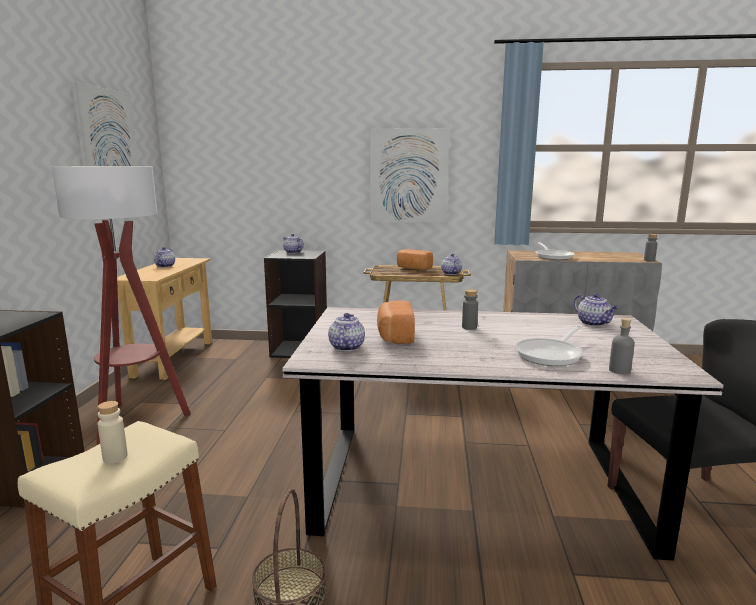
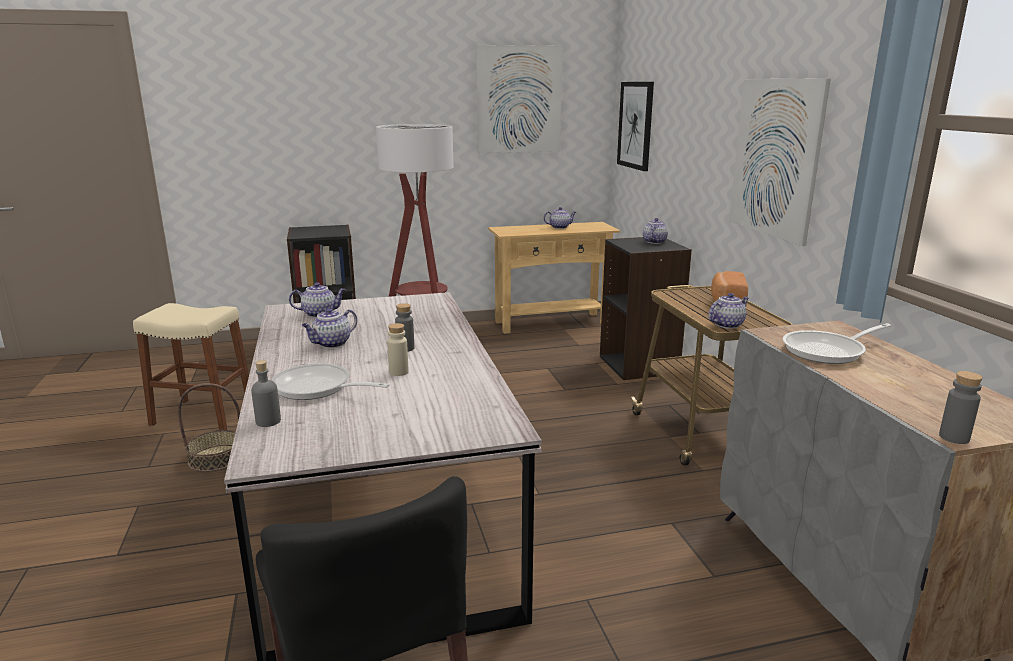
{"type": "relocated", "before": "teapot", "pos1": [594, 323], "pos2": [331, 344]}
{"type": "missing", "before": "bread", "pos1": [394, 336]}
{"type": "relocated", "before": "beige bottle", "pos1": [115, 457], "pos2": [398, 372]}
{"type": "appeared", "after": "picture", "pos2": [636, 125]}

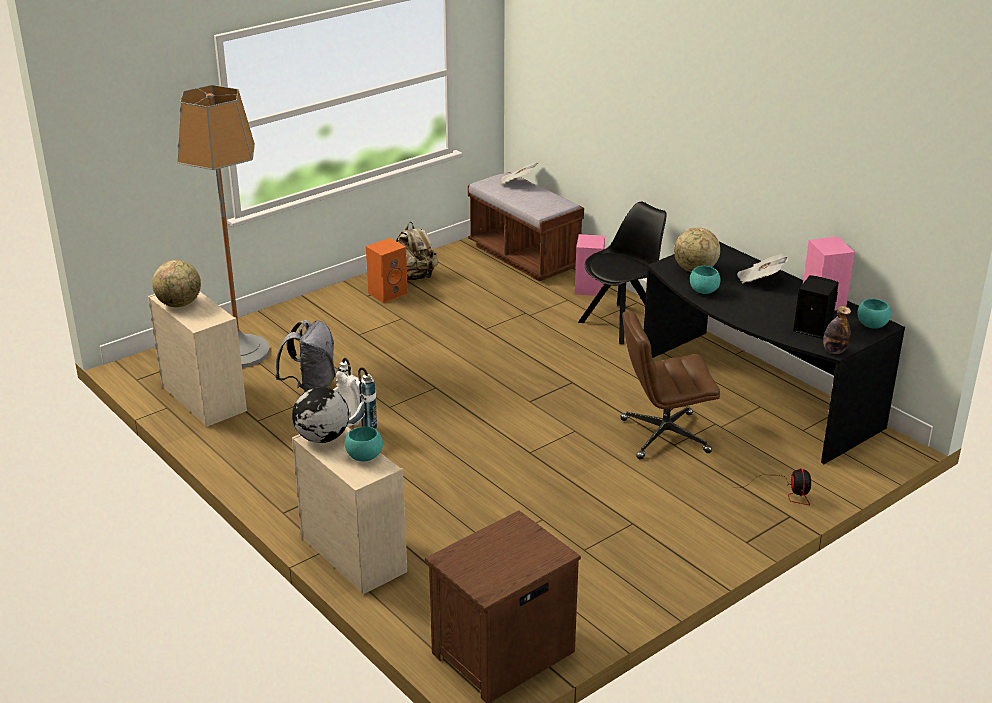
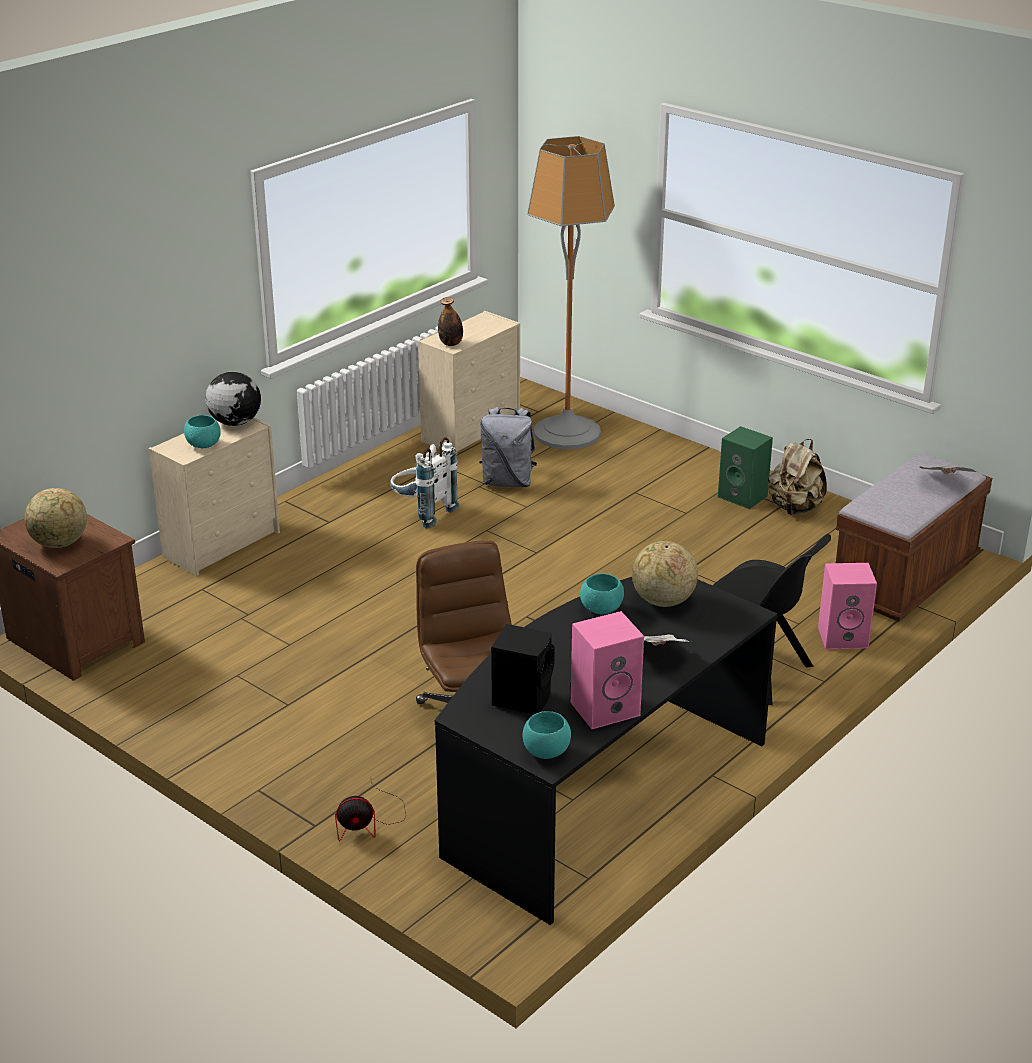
{"type": "colour", "before": "orange speaker", "after": "green speaker", "pos1": [388, 293], "pos2": [744, 496]}
{"type": "relocated", "before": "globe", "pos1": [179, 304], "pos2": [60, 544]}
{"type": "relocated", "before": "bottle", "pos1": [834, 351], "pos2": [451, 344]}

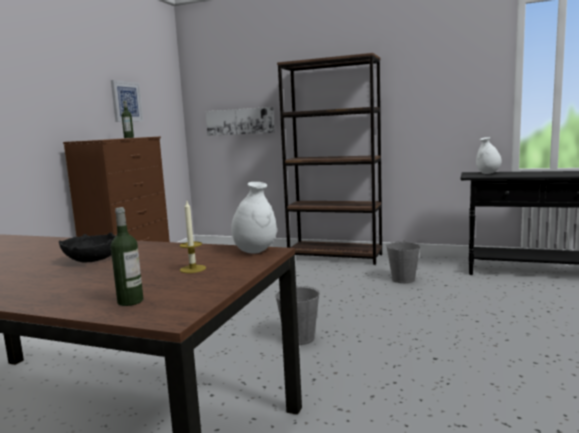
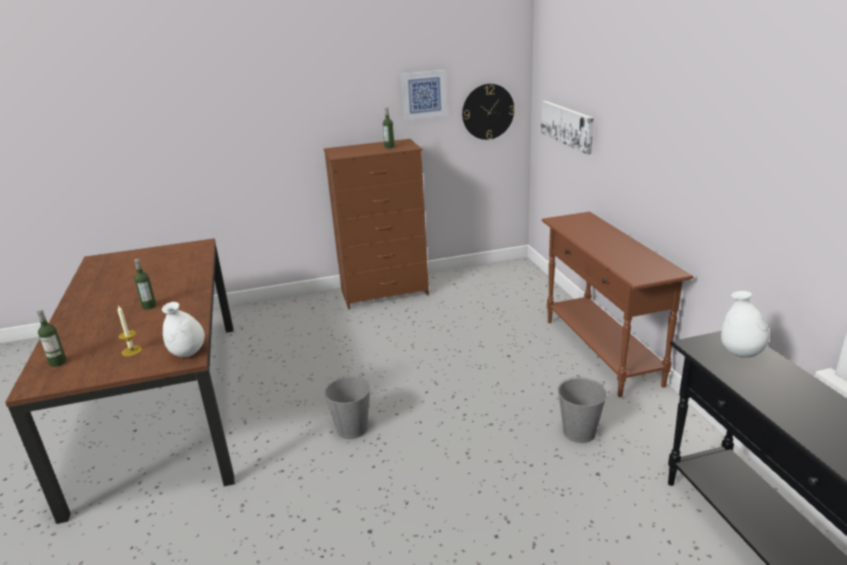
{"type": "exchanged", "before": "brown bookcase", "after": "brown console table", "pos1": [335, 257], "pos2": [601, 352]}
{"type": "exchanged", "before": "black bowl", "after": "bottle", "pos1": [93, 260], "pos2": [149, 306]}
{"type": "appeared", "after": "wall clock", "pos2": [488, 111]}

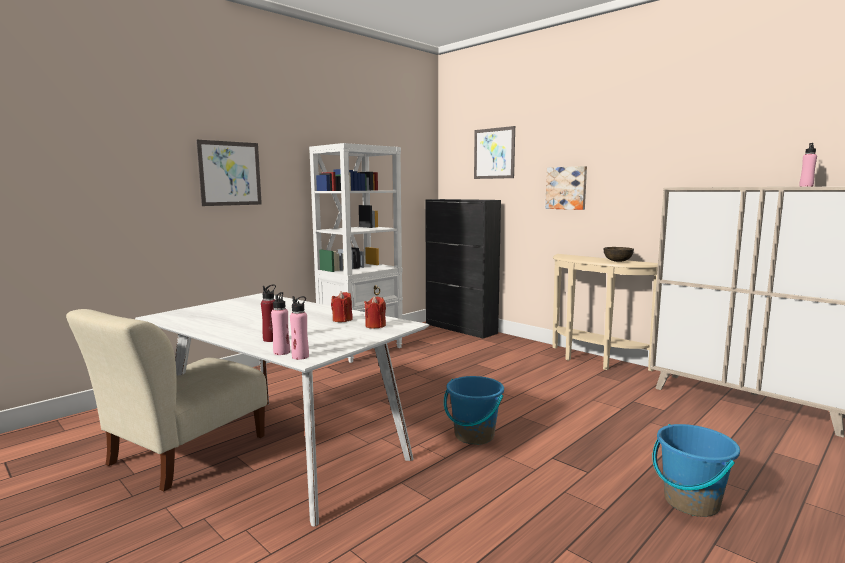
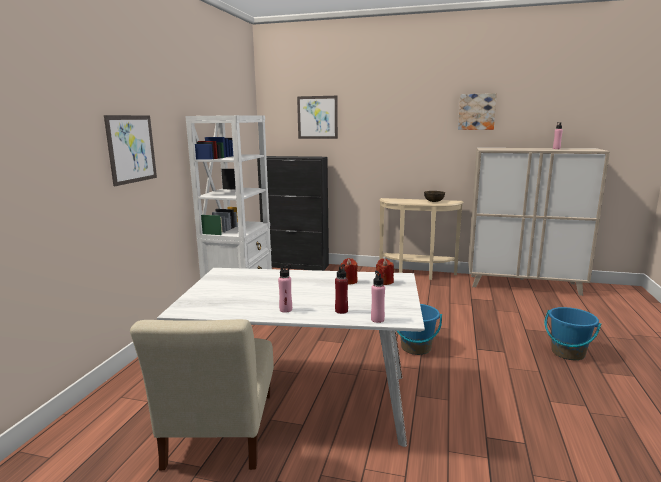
{"type": "relocated", "before": "picture", "pos1": [566, 188], "pos2": [476, 111]}
{"type": "relocated", "before": "pink bottle", "pos1": [300, 357], "pos2": [286, 309]}

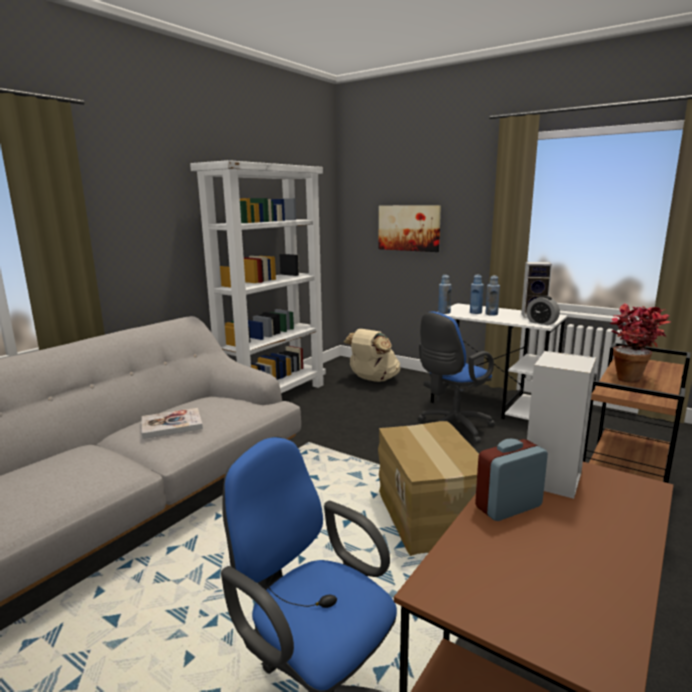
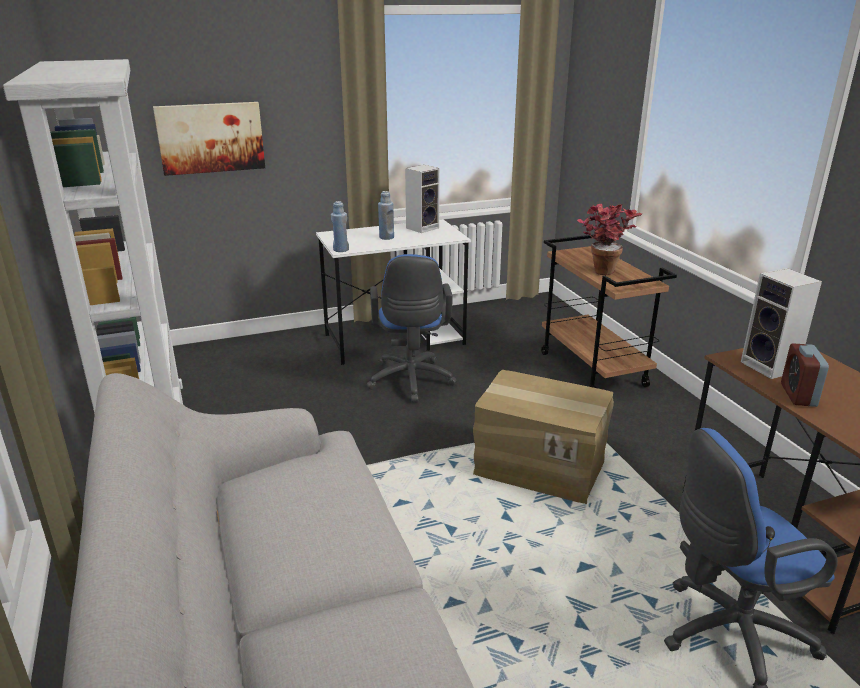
{"type": "missing", "before": "blue bottle", "pos1": [475, 312]}
{"type": "missing", "before": "alarm clock", "pos1": [541, 323]}
{"type": "missing", "before": "beige backpack", "pos1": [373, 379]}
{"type": "missing", "before": "book", "pos1": [172, 425]}

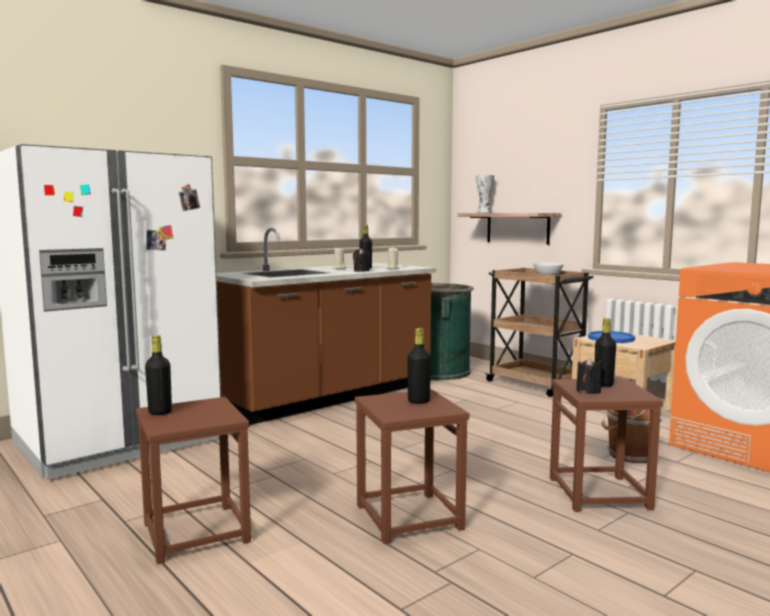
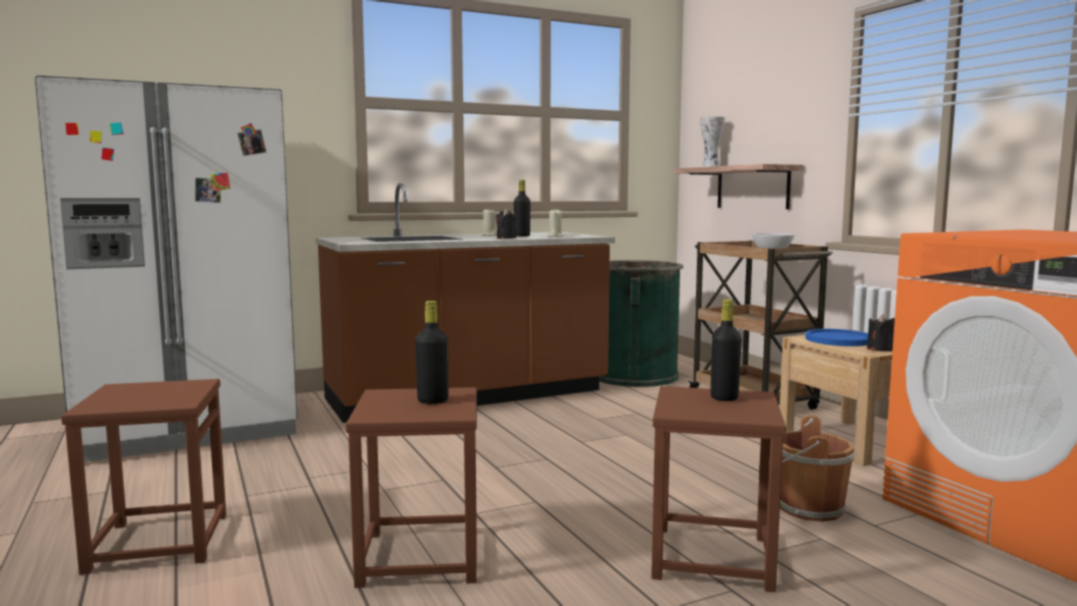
{"type": "missing", "before": "black bottle", "pos1": [160, 412]}
{"type": "relocated", "before": "black candle", "pos1": [588, 391], "pos2": [880, 349]}

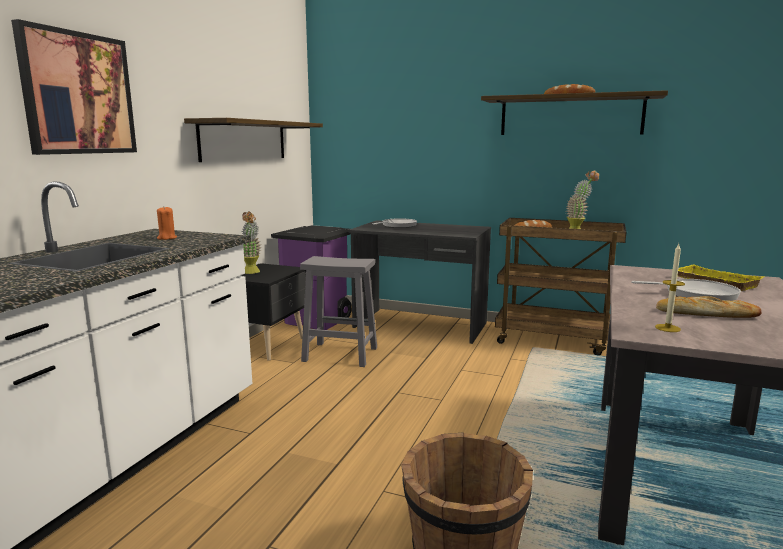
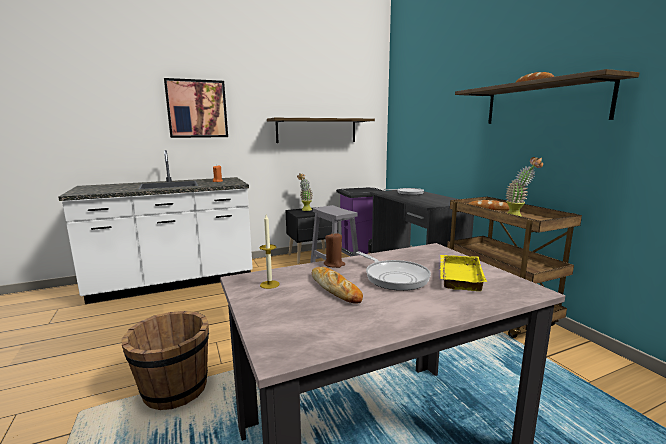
{"type": "appeared", "after": "brown candle", "pos2": [334, 264]}

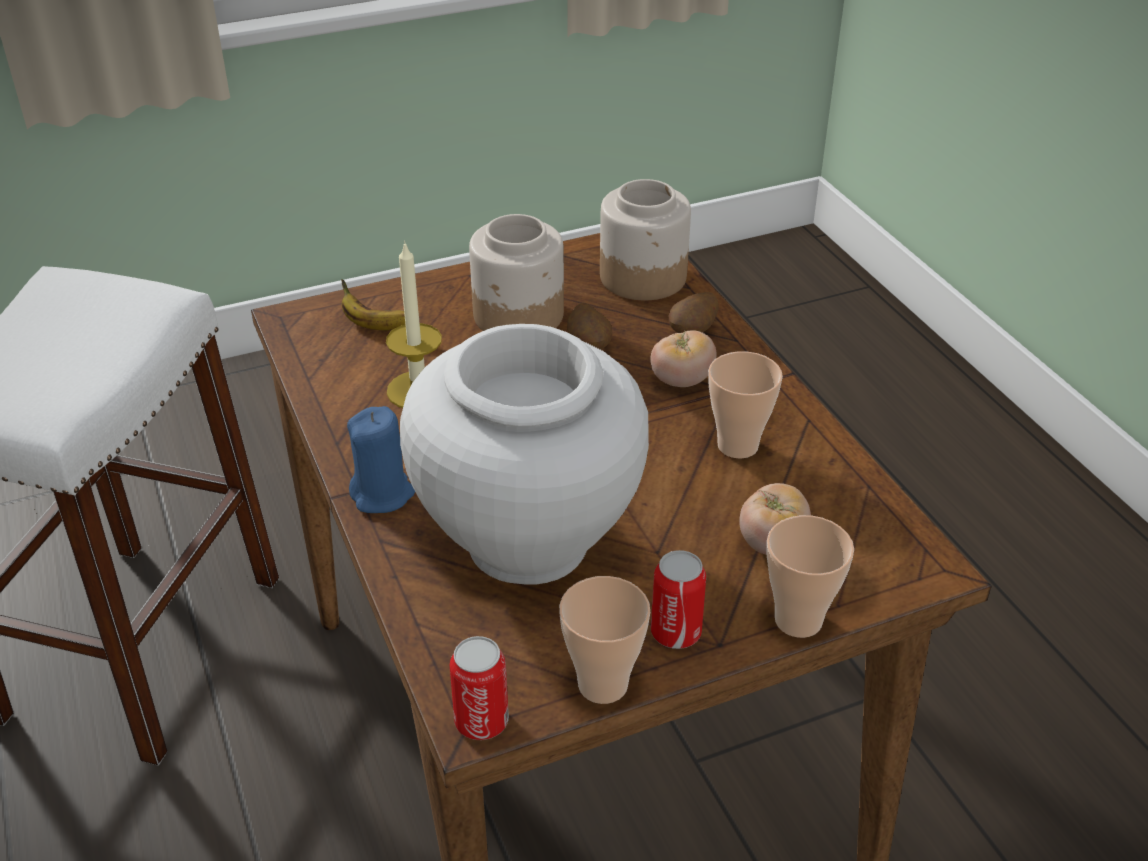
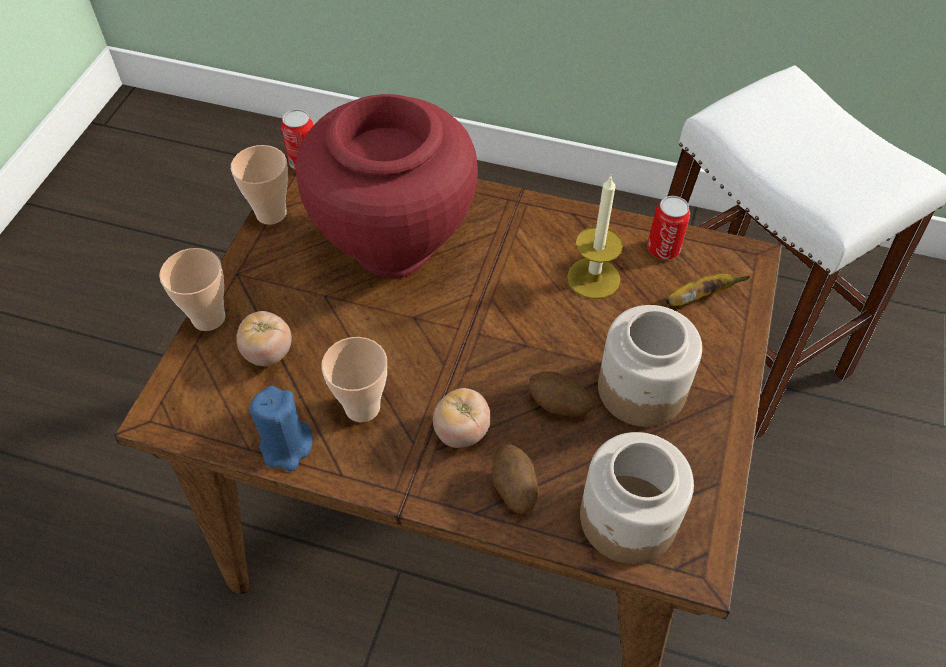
{"type": "colour", "before": "white vase", "after": "red vase", "pos1": [528, 544], "pos2": [394, 245]}
{"type": "relocated", "before": "blue candle", "pos1": [383, 494], "pos2": [286, 446]}
{"type": "relocated", "before": "can", "pos1": [675, 632], "pos2": [663, 249]}

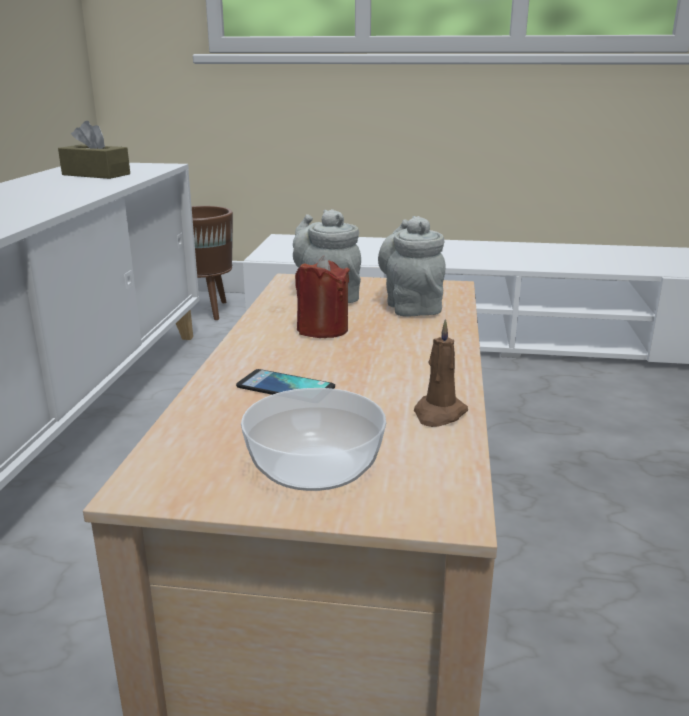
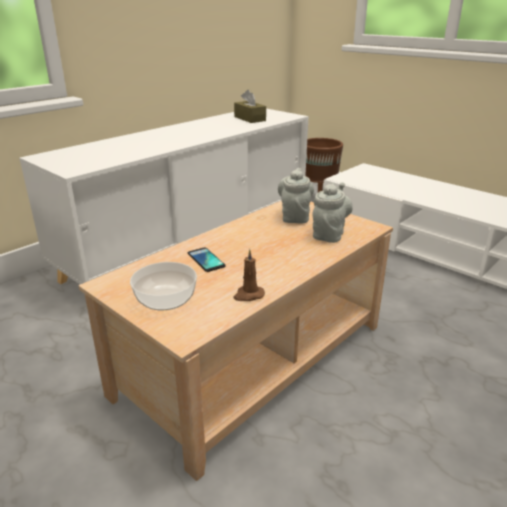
{"type": "missing", "before": "red candle", "pos1": [322, 329]}

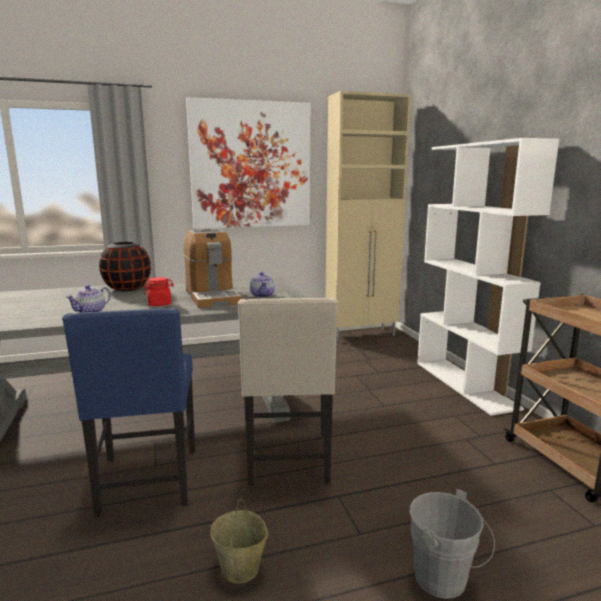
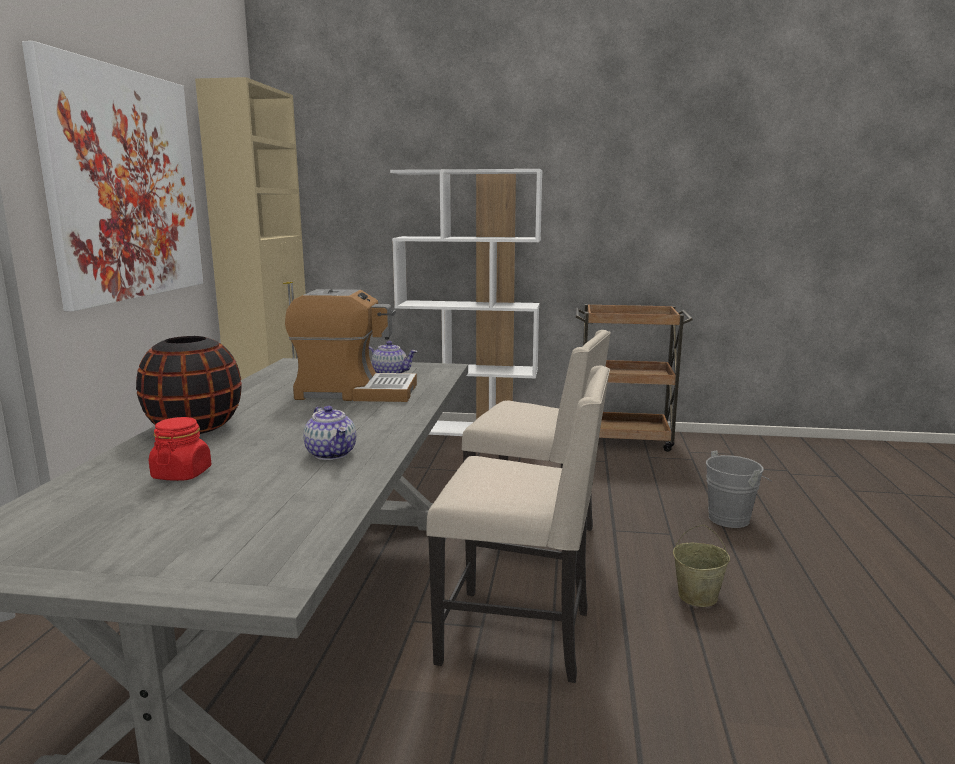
{"type": "relocated", "before": "red jar", "pos1": [160, 304], "pos2": [182, 474]}
{"type": "colour", "before": "blue chair", "after": "beige chair", "pos1": [147, 482], "pos2": [520, 636]}

